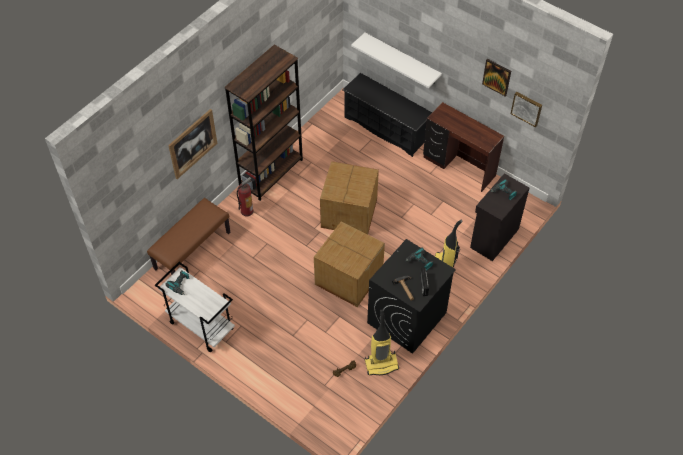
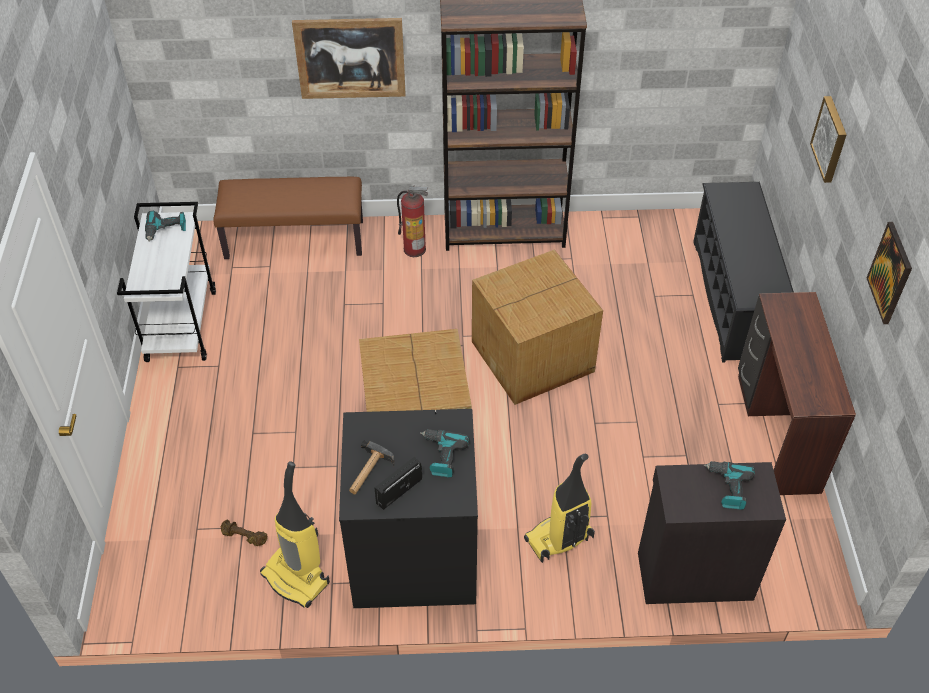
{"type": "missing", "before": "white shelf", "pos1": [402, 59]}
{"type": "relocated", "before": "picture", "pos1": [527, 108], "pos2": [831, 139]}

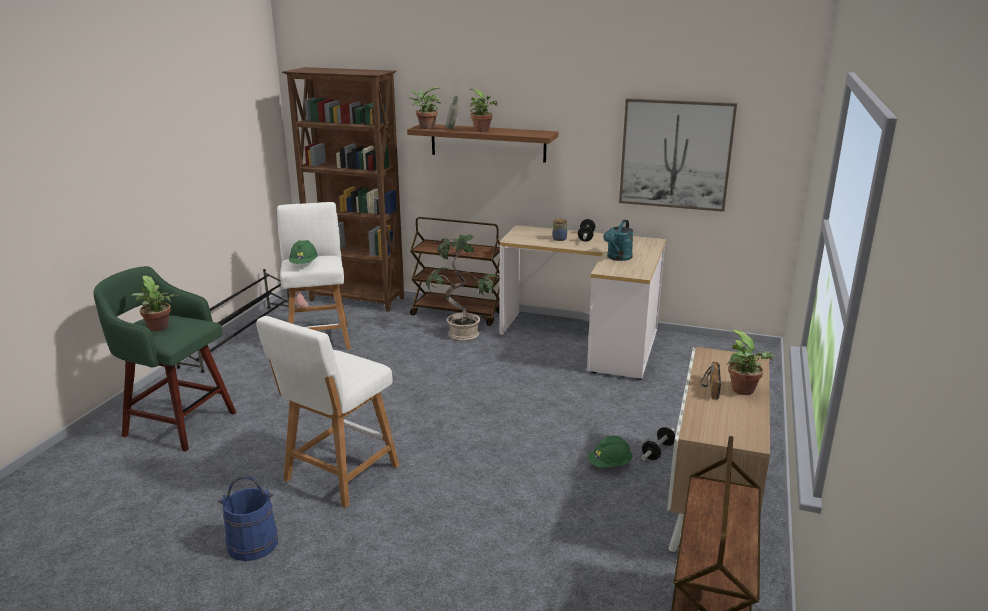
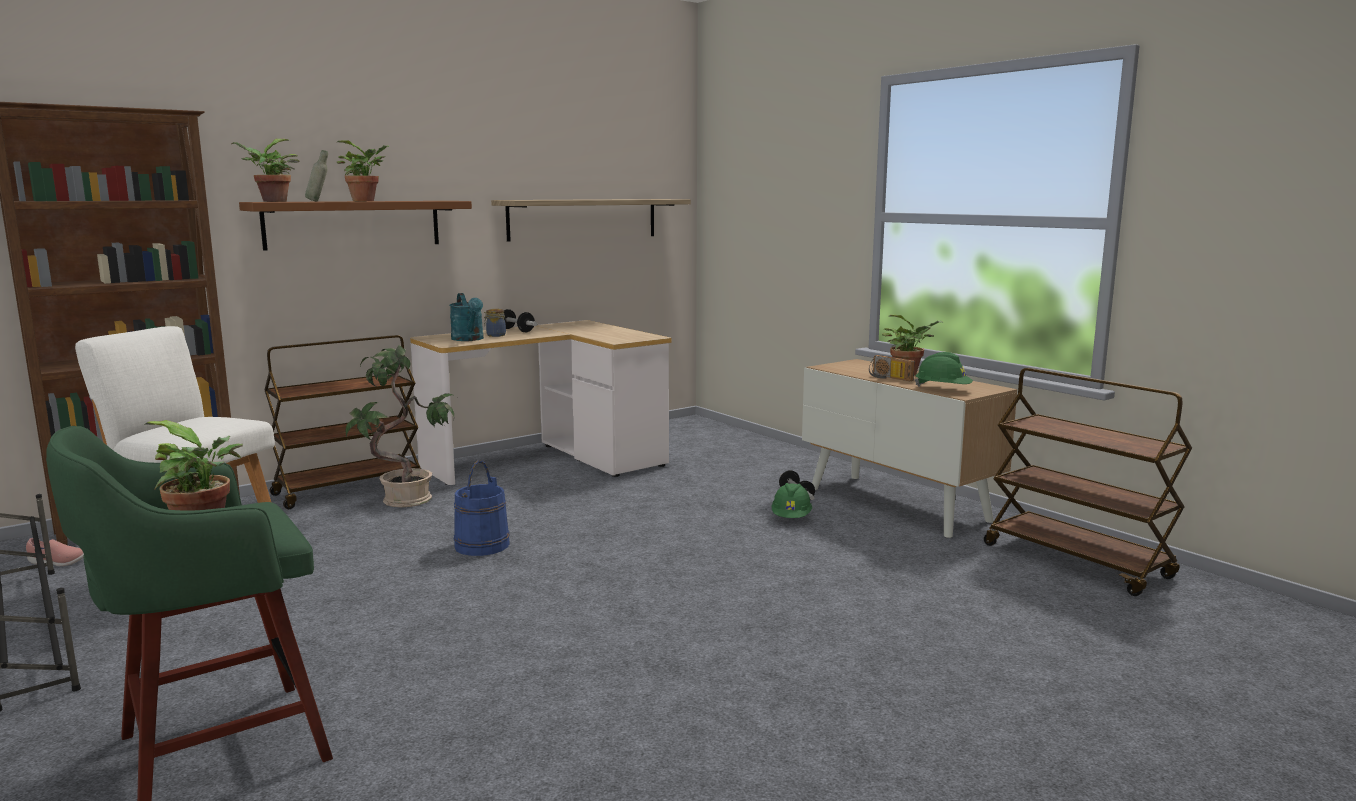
{"type": "exchanged", "before": "picture", "after": "shelf", "pos1": [675, 154], "pos2": [583, 219]}
{"type": "relocated", "before": "turquoise watering can", "pos1": [617, 258], "pos2": [469, 339]}
{"type": "relocated", "before": "green hard hat", "pos1": [304, 264], "pos2": [943, 389]}
{"type": "missing", "before": "white stool", "pos1": [338, 476]}
{"type": "relocated", "before": "blue bucket", "pos1": [253, 543], "pos2": [481, 545]}

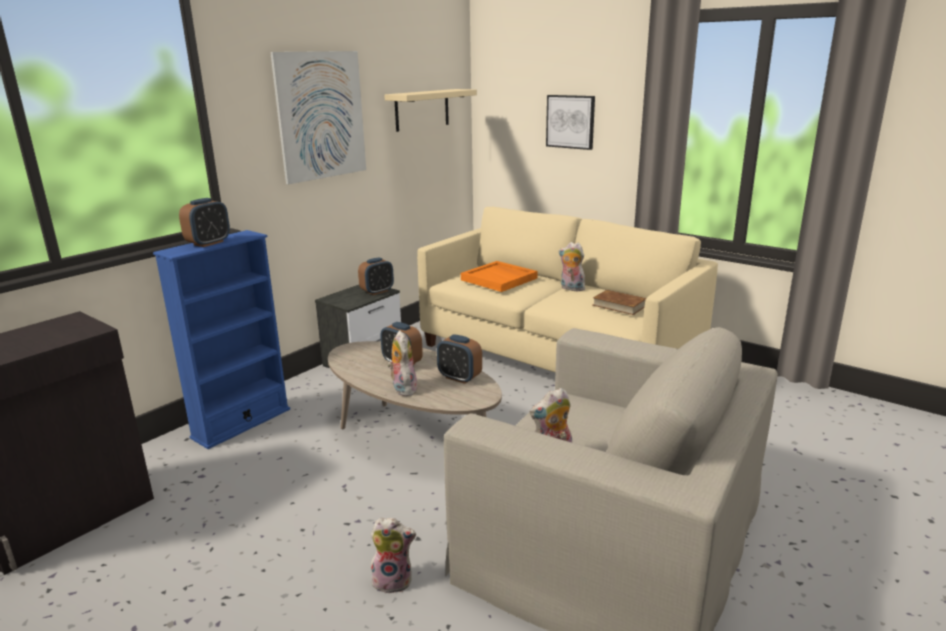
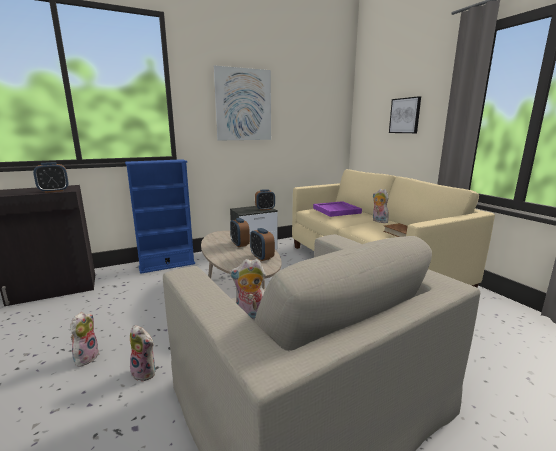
{"type": "missing", "before": "beige shelf", "pos1": [422, 109]}
{"type": "relocated", "before": "alarm clock", "pos1": [208, 243], "pos2": [54, 191]}
{"type": "colour", "before": "orange tray", "after": "purple tray", "pos1": [499, 279], "pos2": [337, 211]}
{"type": "relocated", "before": "plush toy", "pos1": [402, 389], "pos2": [86, 357]}

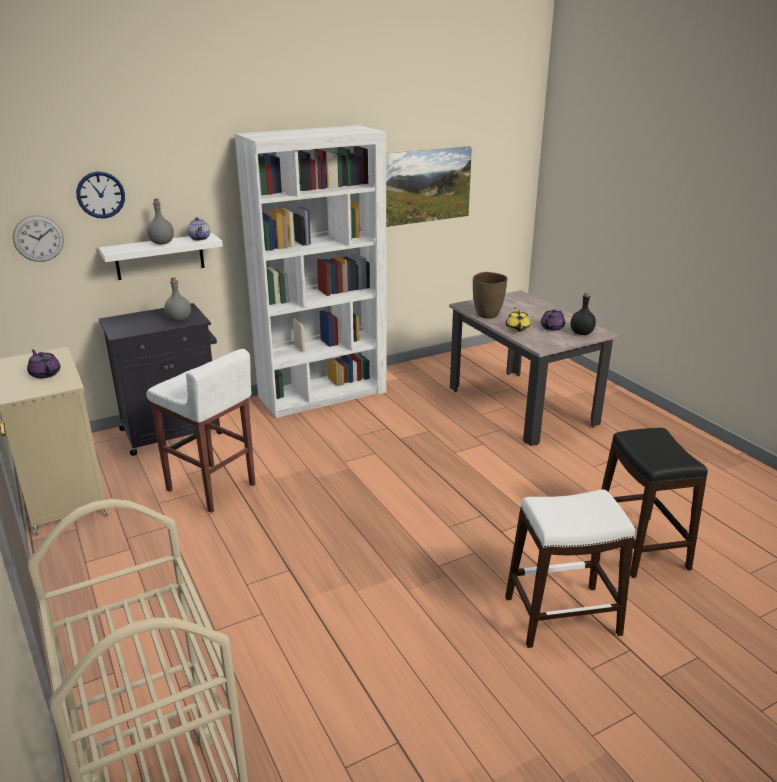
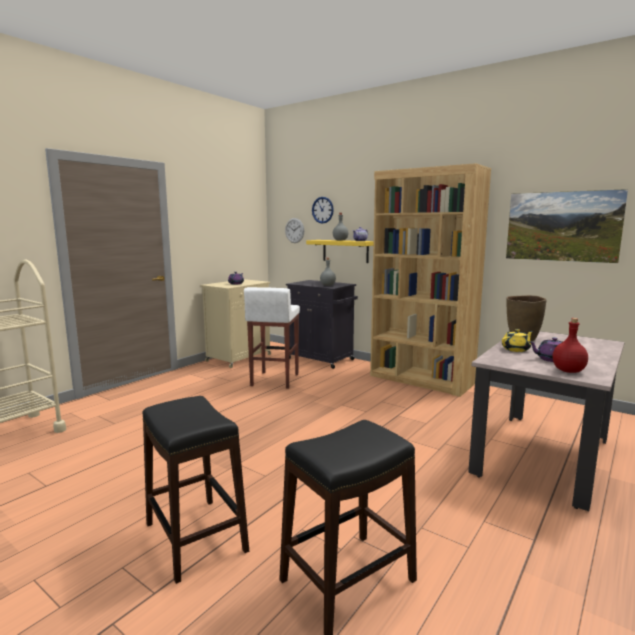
{"type": "colour", "before": "white bookcase", "after": "brown bookcase", "pos1": [323, 394], "pos2": [421, 380]}
{"type": "colour", "before": "white shelf", "after": "yellow shelf", "pos1": [160, 256], "pos2": [345, 251]}
{"type": "colour", "before": "black bottle", "after": "red bottle", "pos1": [582, 333], "pos2": [569, 371]}
{"type": "colour", "before": "white stool", "after": "black stool", "pos1": [562, 616], "pos2": [195, 537]}

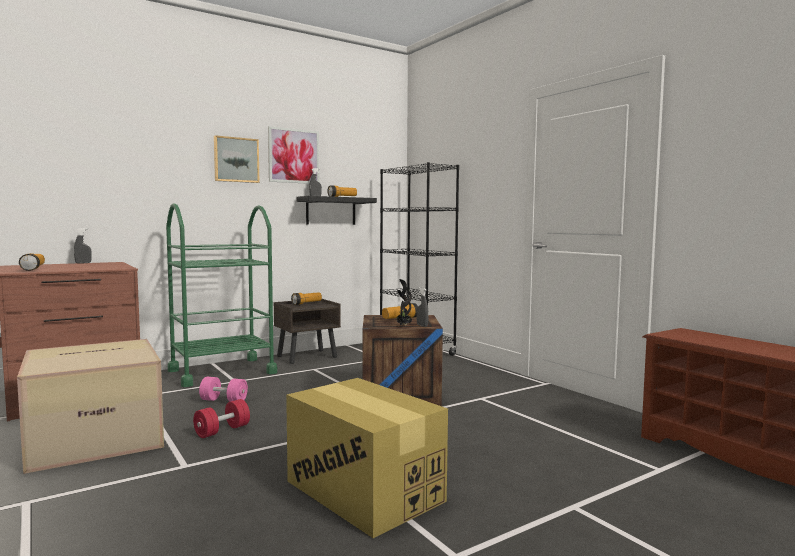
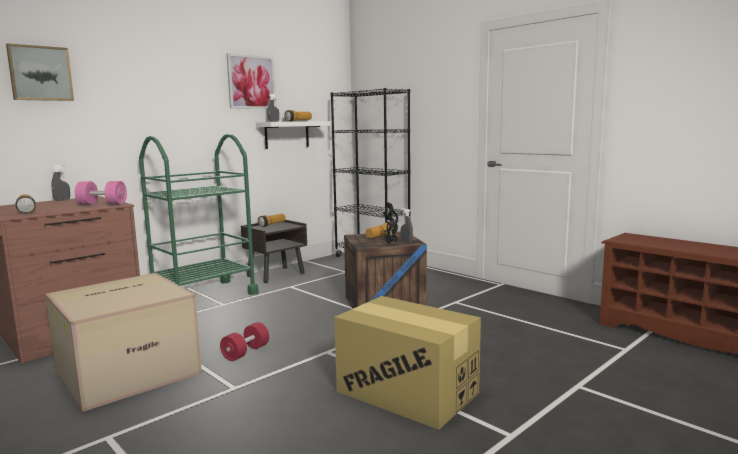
{"type": "relocated", "before": "picture", "pos1": [236, 160], "pos2": [40, 73]}
{"type": "colour", "before": "black shelf", "after": "white shelf", "pos1": [331, 211], "pos2": [287, 134]}
{"type": "relocated", "before": "pink dumbbell", "pos1": [223, 400], "pos2": [102, 204]}

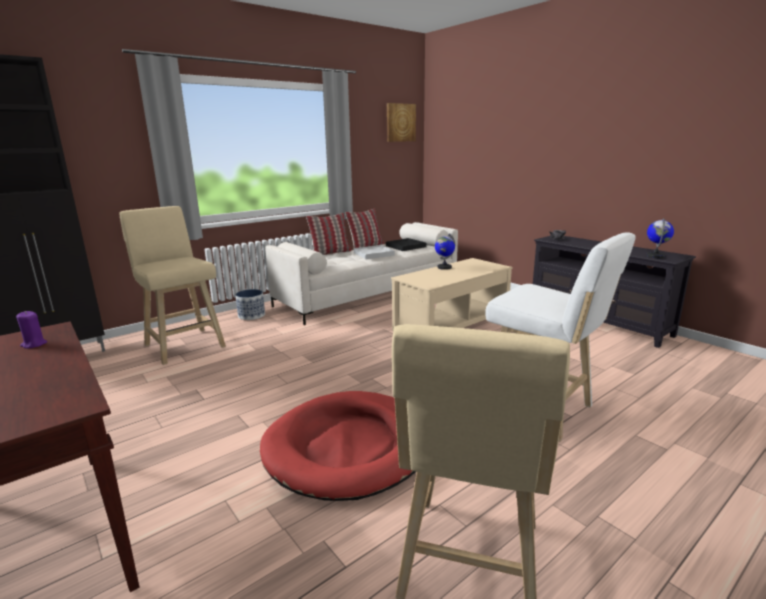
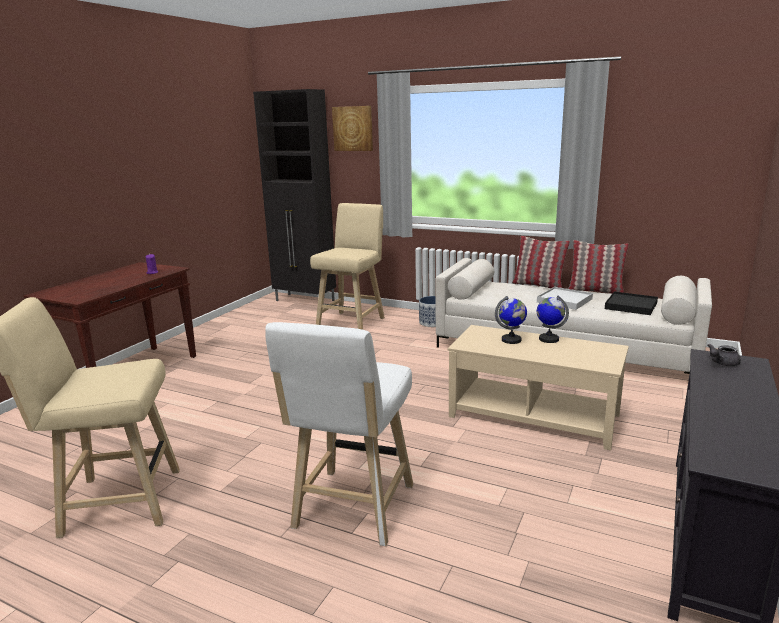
{"type": "relocated", "before": "picture", "pos1": [400, 122], "pos2": [353, 128]}
{"type": "relocated", "before": "globe", "pos1": [655, 256], "pos2": [511, 340]}
{"type": "missing", "before": "red dog bed", "pos1": [350, 447]}

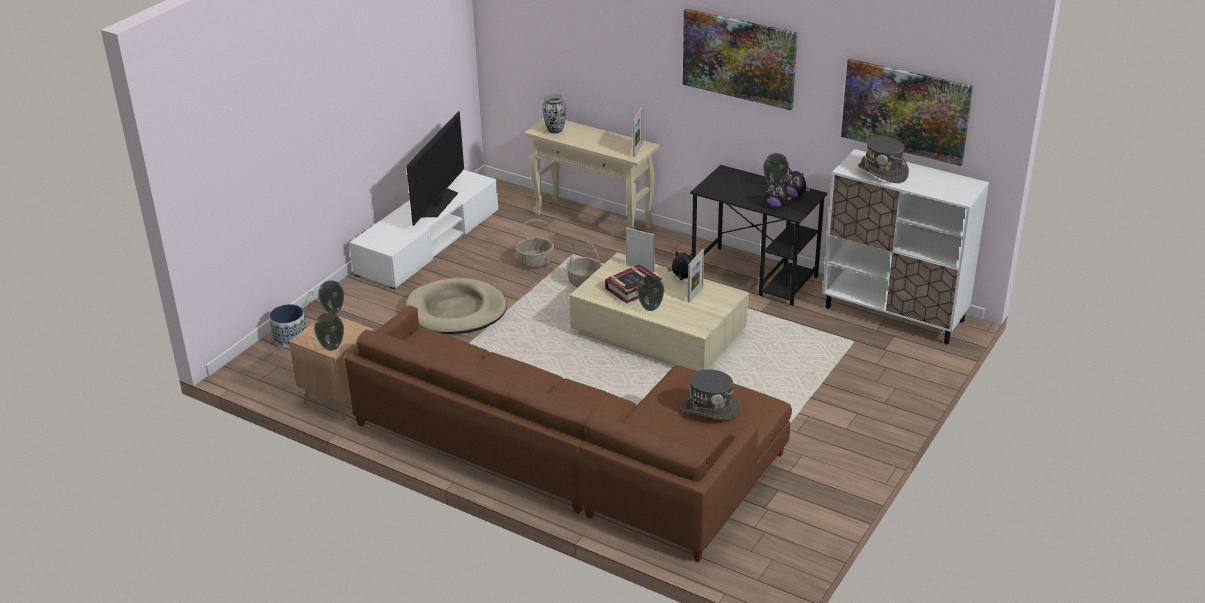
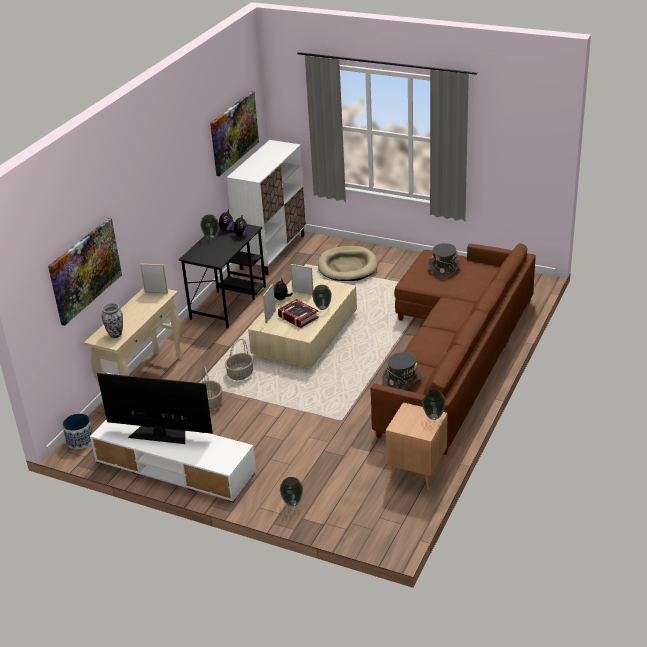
{"type": "relocated", "before": "picture", "pos1": [739, 58], "pos2": [85, 270]}
{"type": "relocated", "before": "grey hat", "pos1": [883, 172], "pos2": [402, 380]}
{"type": "relocated", "before": "beige dog bed", "pos1": [456, 311], "pos2": [347, 266]}
{"type": "relocated", "before": "planter", "pos1": [290, 338], "pos2": [80, 441]}

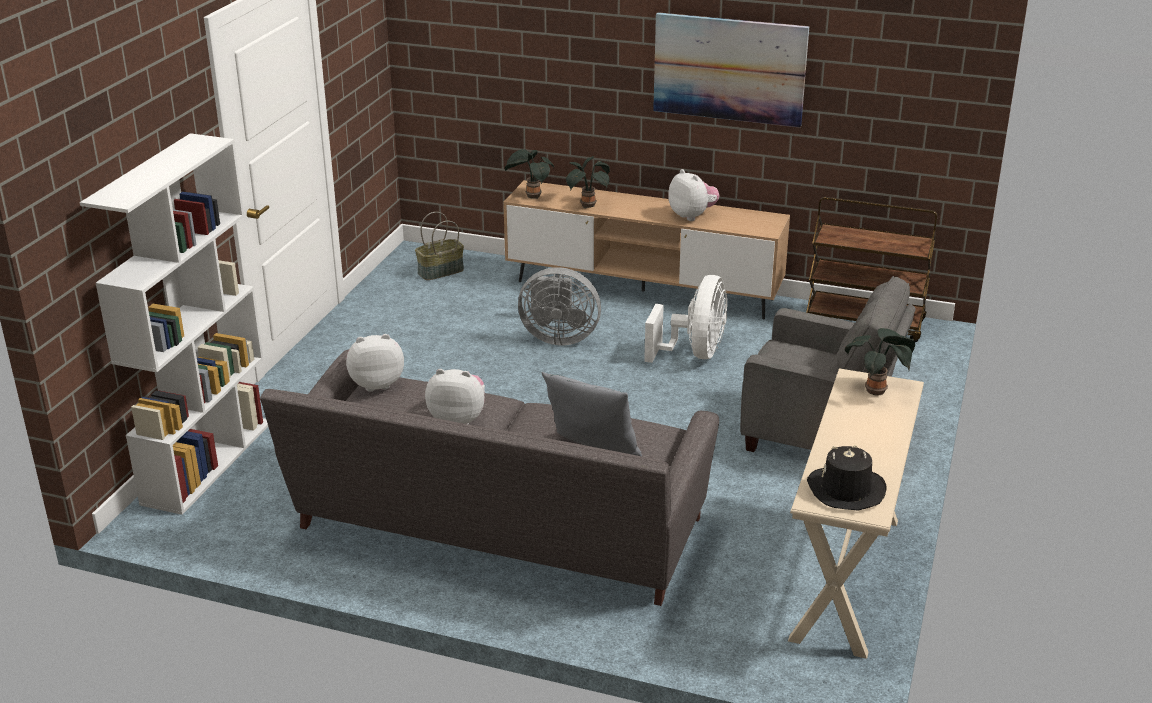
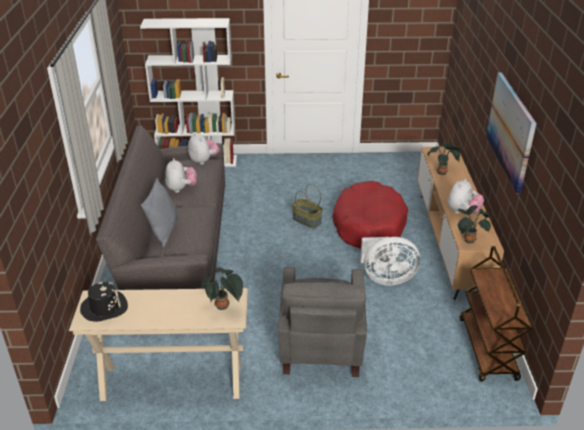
{"type": "relocated", "before": "potted plant", "pos1": [531, 196], "pos2": [468, 240]}
{"type": "relocated", "before": "basket", "pos1": [440, 272], "pos2": [306, 220]}
{"type": "exchanged", "before": "grey fan", "after": "red dog bed", "pos1": [558, 337], "pos2": [368, 224]}

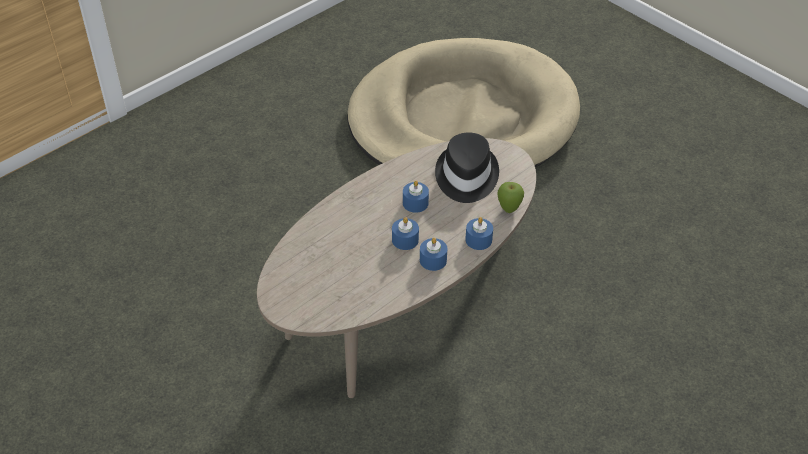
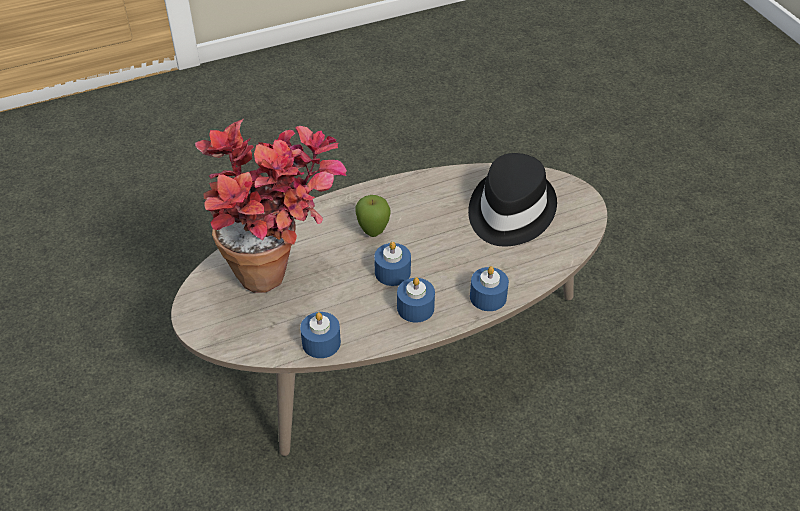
{"type": "missing", "before": "beige dog bed", "pos1": [462, 119]}
{"type": "relocated", "before": "blue candle", "pos1": [415, 203], "pos2": [321, 343]}
{"type": "relocated", "before": "apple", "pos1": [508, 210], "pos2": [373, 232]}
{"type": "appeared", "after": "potted plant", "pos2": [281, 275]}

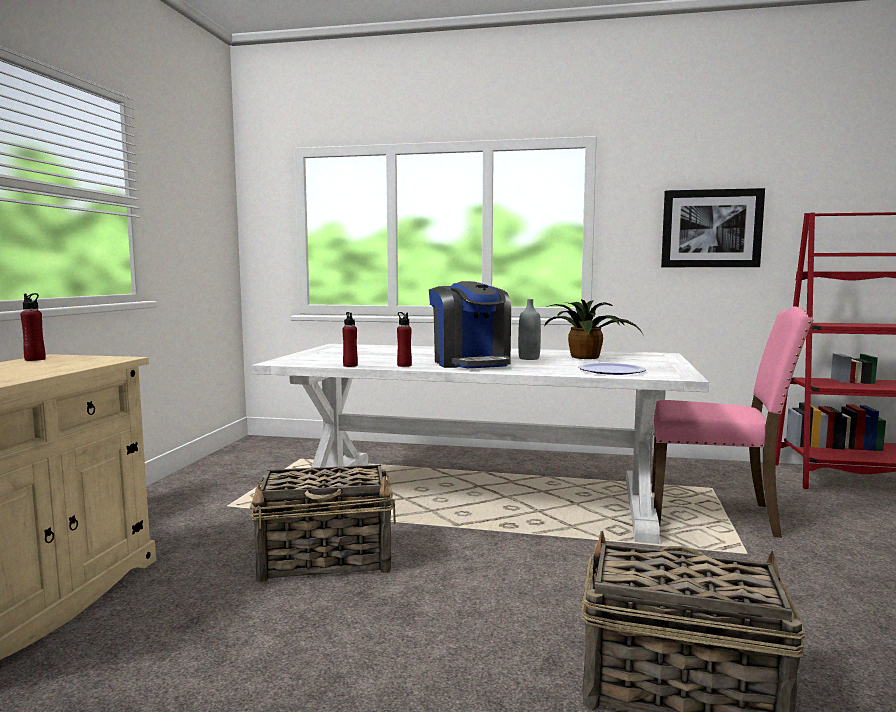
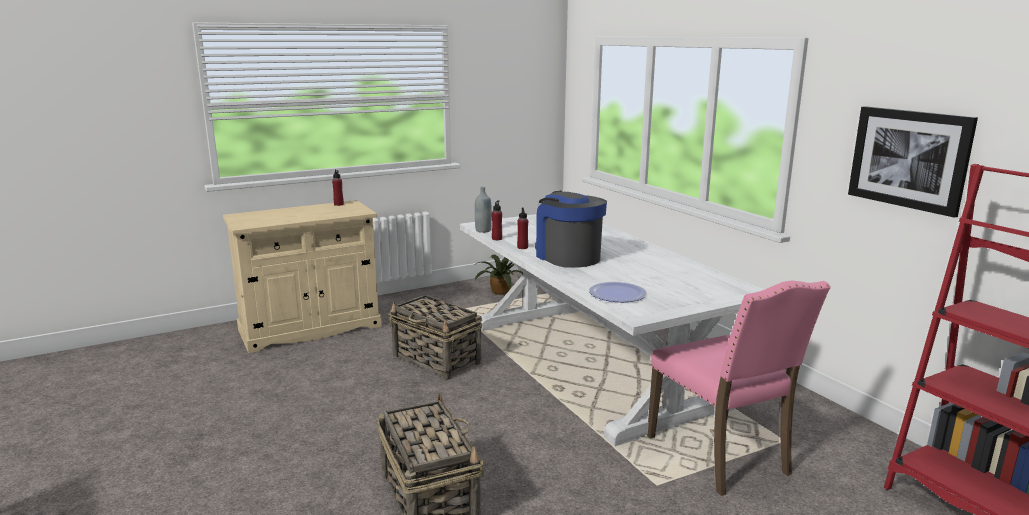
{"type": "spun", "before": "coffee machine", "pos1": [471, 363], "pos2": [567, 256], "turn": 120}
{"type": "relocated", "before": "grey bottle", "pos1": [529, 358], "pos2": [483, 230]}
{"type": "relocated", "before": "potted plant", "pos1": [587, 357], "pos2": [501, 292]}

